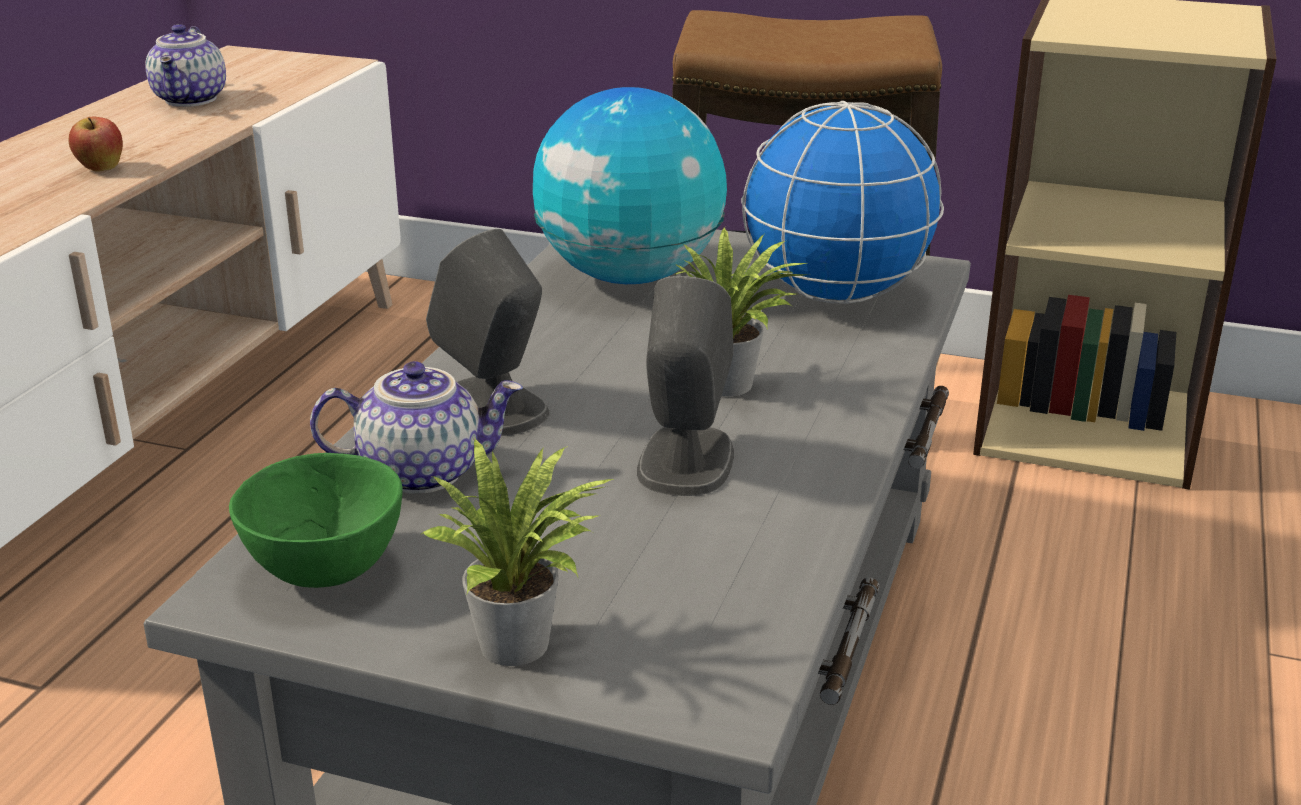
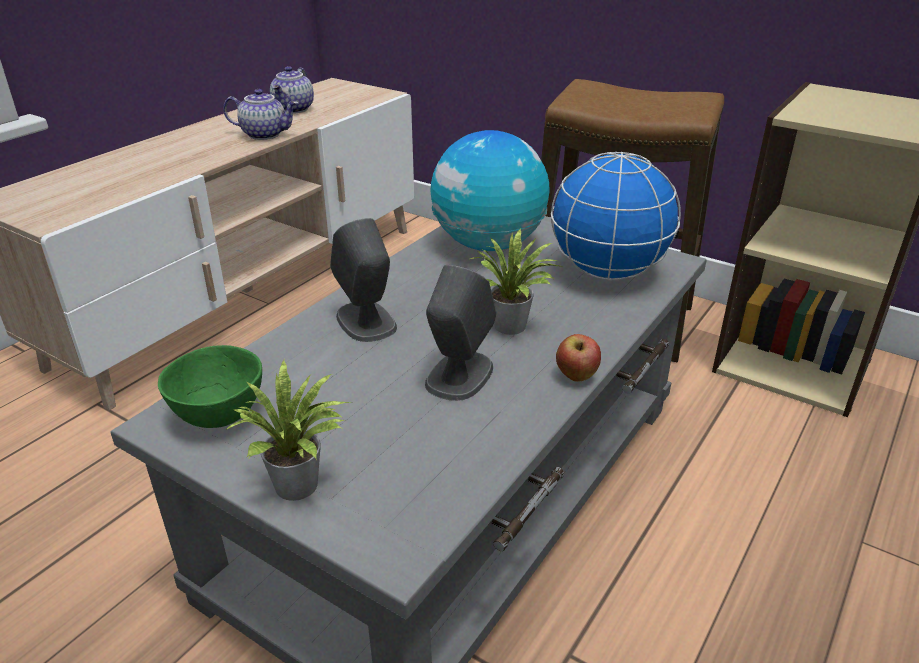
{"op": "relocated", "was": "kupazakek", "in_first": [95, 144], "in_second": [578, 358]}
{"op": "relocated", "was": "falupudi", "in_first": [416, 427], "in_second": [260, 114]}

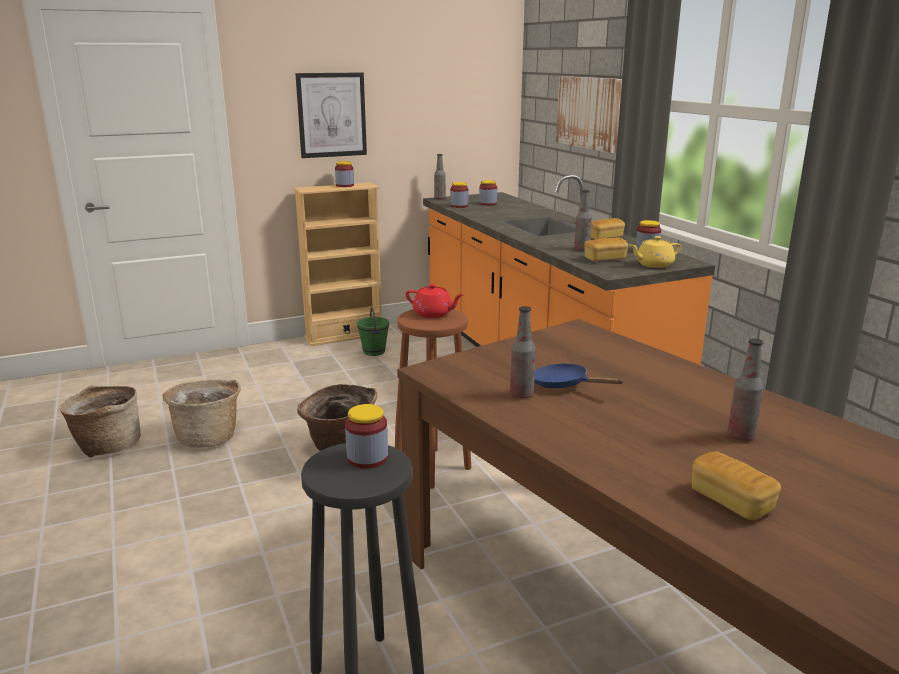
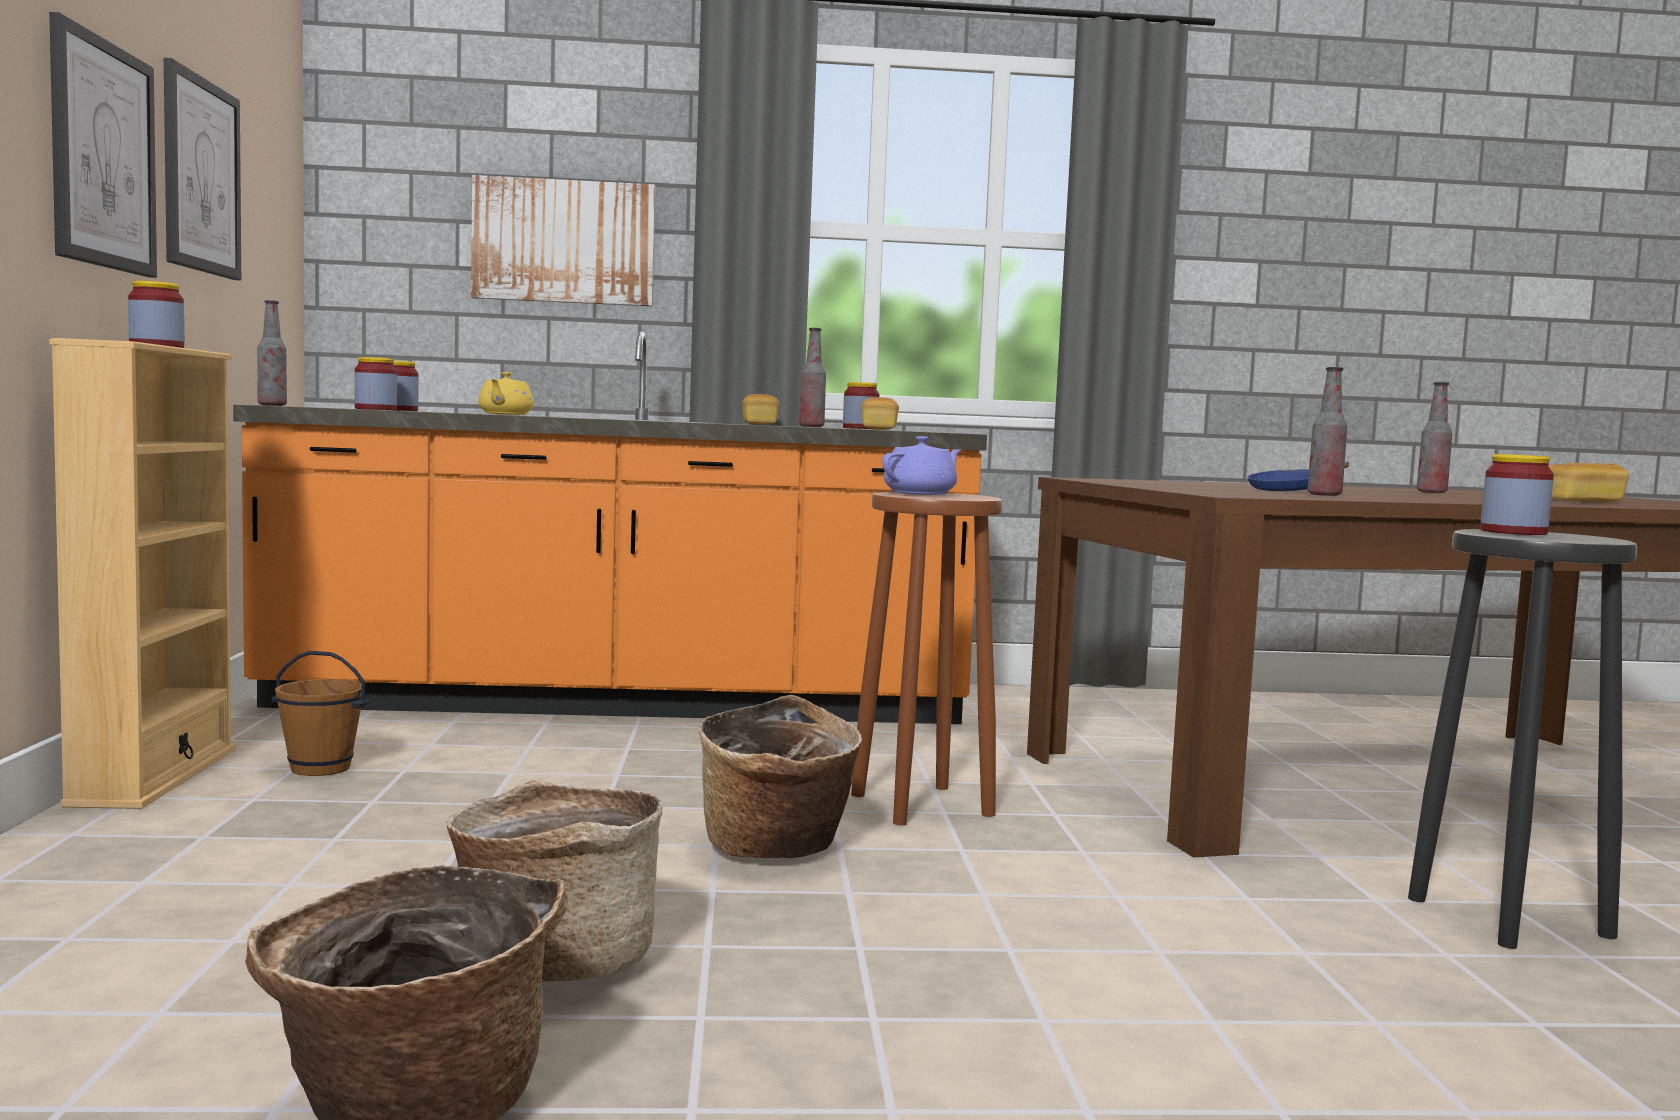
{"op": "relocated", "was": "yellow_falupudi", "in_first": [655, 252], "in_second": [506, 393]}
{"op": "colour", "was": "red_falupudi", "now": "purple_falupudi", "in_first": [434, 301], "in_second": [921, 465]}
{"op": "colour", "was": "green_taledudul", "now": "brown_taledudul", "in_first": [373, 332], "in_second": [320, 713]}
{"op": "appeared", "now": "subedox", "in_second": [202, 169]}

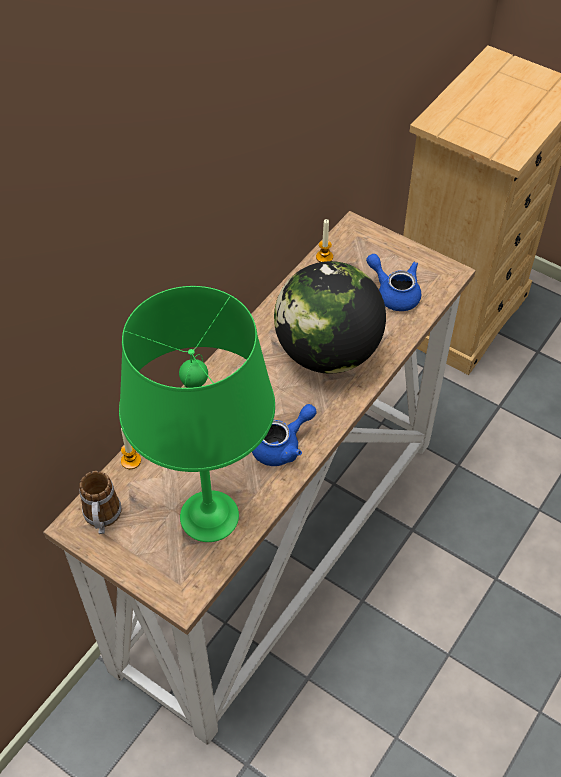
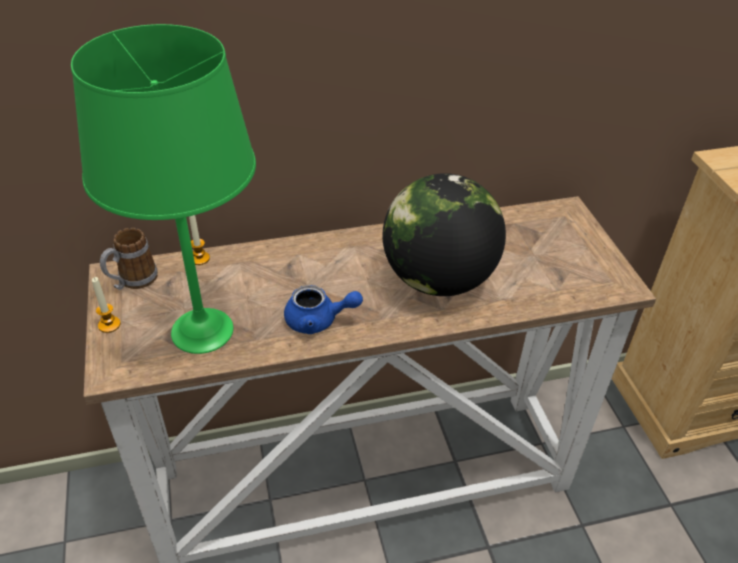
{"op": "relocated", "was": "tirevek", "in_first": [324, 240], "in_second": [106, 305]}
{"op": "missing", "was": "blue_falupudi", "in_first": [393, 282]}

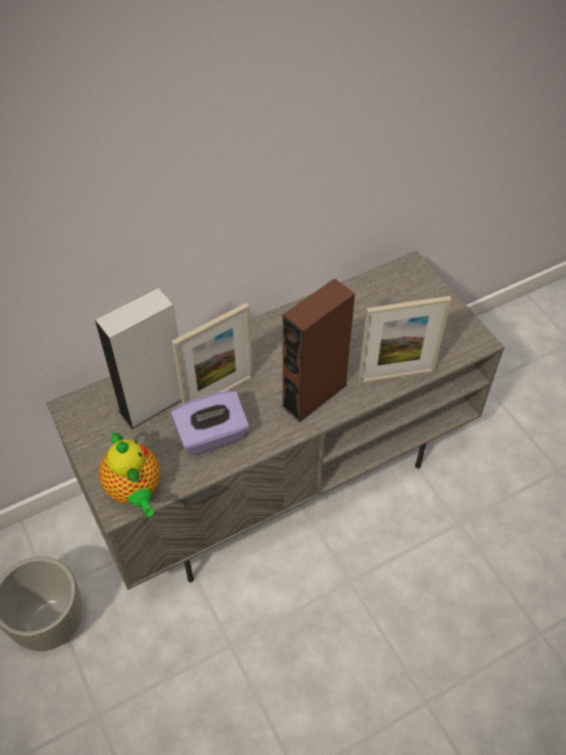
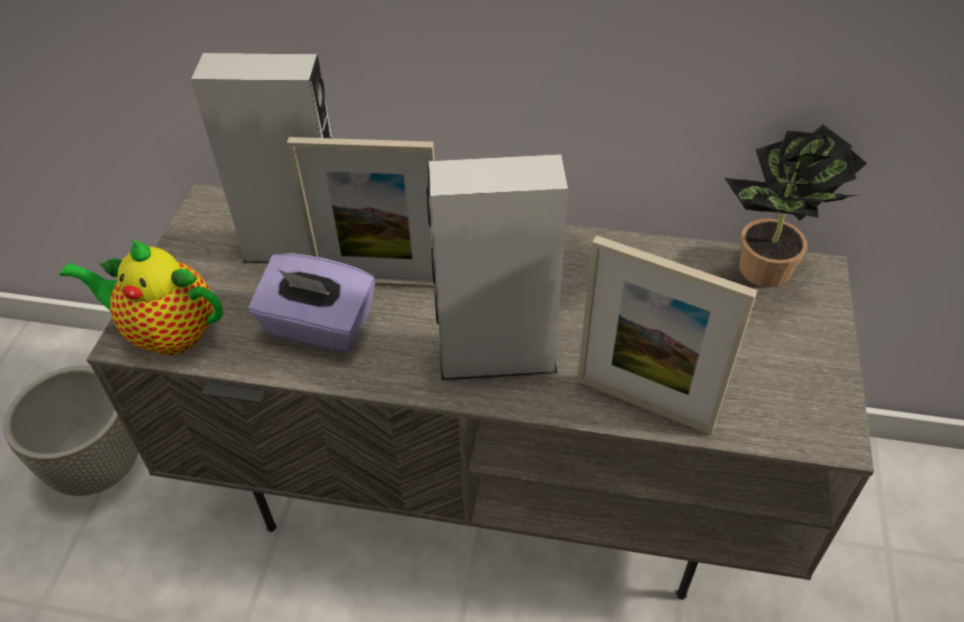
{"op": "colour", "was": "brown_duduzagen", "now": "grey_duduzagen", "in_first": [318, 350], "in_second": [497, 267]}
{"op": "spun", "was": "falupudi", "in_first": [129, 474], "in_second": [141, 297], "clockwise": 90}
{"op": "appeared", "now": "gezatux", "in_second": [795, 206]}

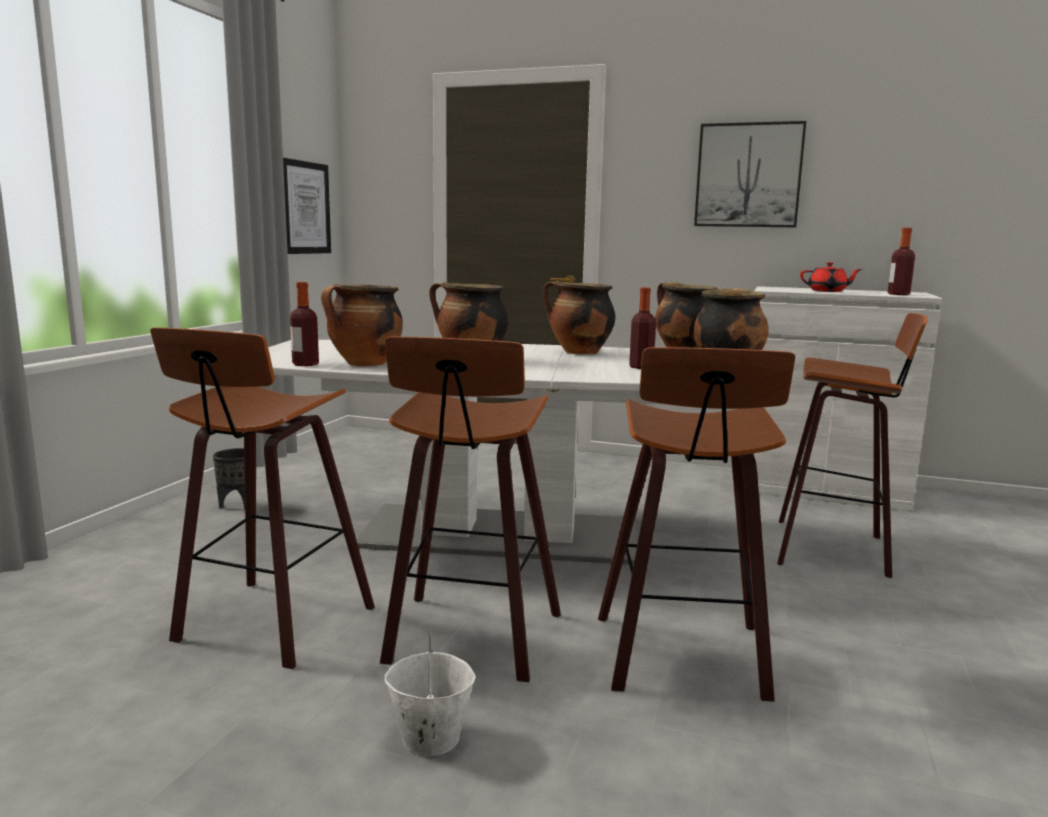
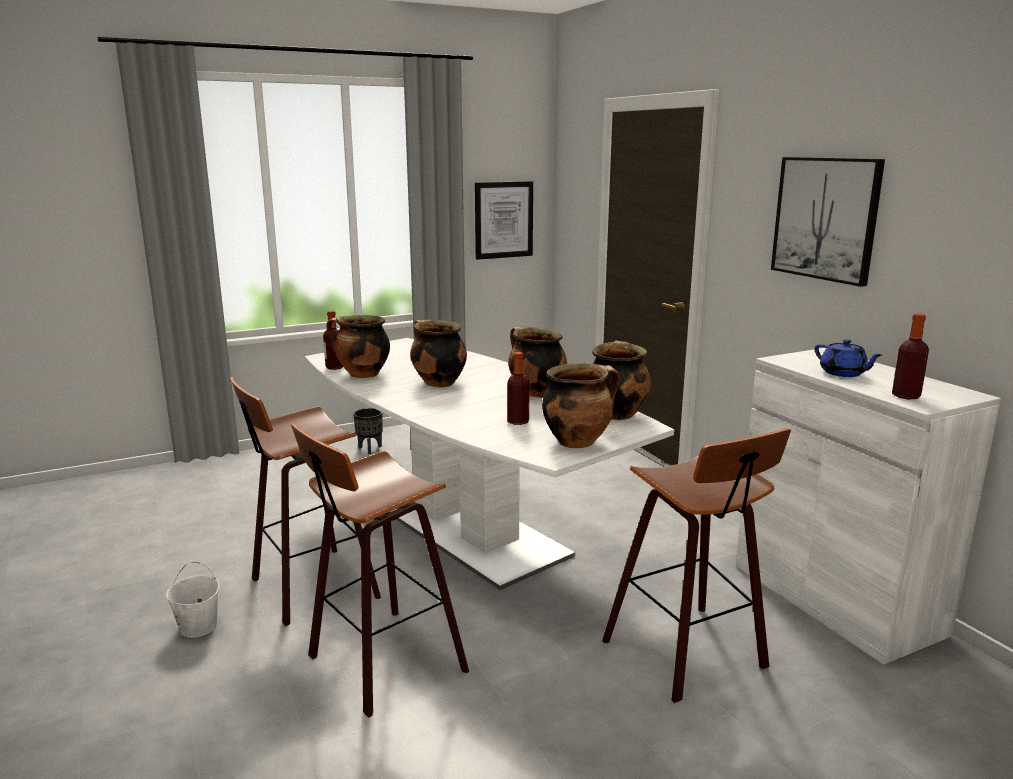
{"op": "colour", "was": "red_falupudi", "now": "blue_falupudi", "in_first": [831, 277], "in_second": [848, 358]}
{"op": "missing", "was": "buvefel", "in_first": [262, 498]}

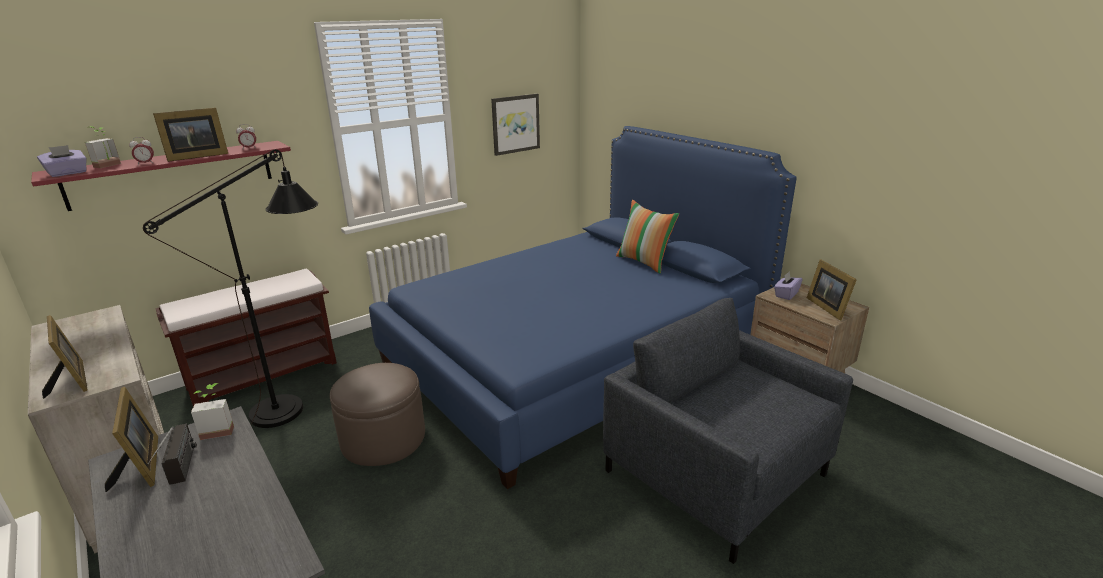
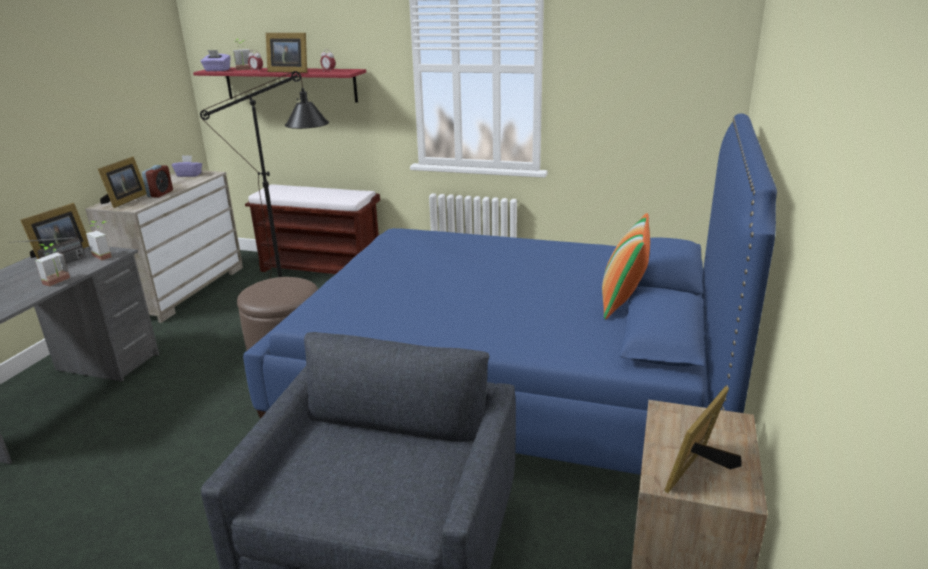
{"op": "missing", "was": "subedox", "in_first": [515, 125]}
{"op": "relocated", "was": "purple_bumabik", "in_first": [788, 285], "in_second": [187, 166]}
{"op": "appeared", "now": "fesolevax", "in_second": [157, 181]}
{"op": "appeared", "now": "gezatux", "in_second": [52, 264]}

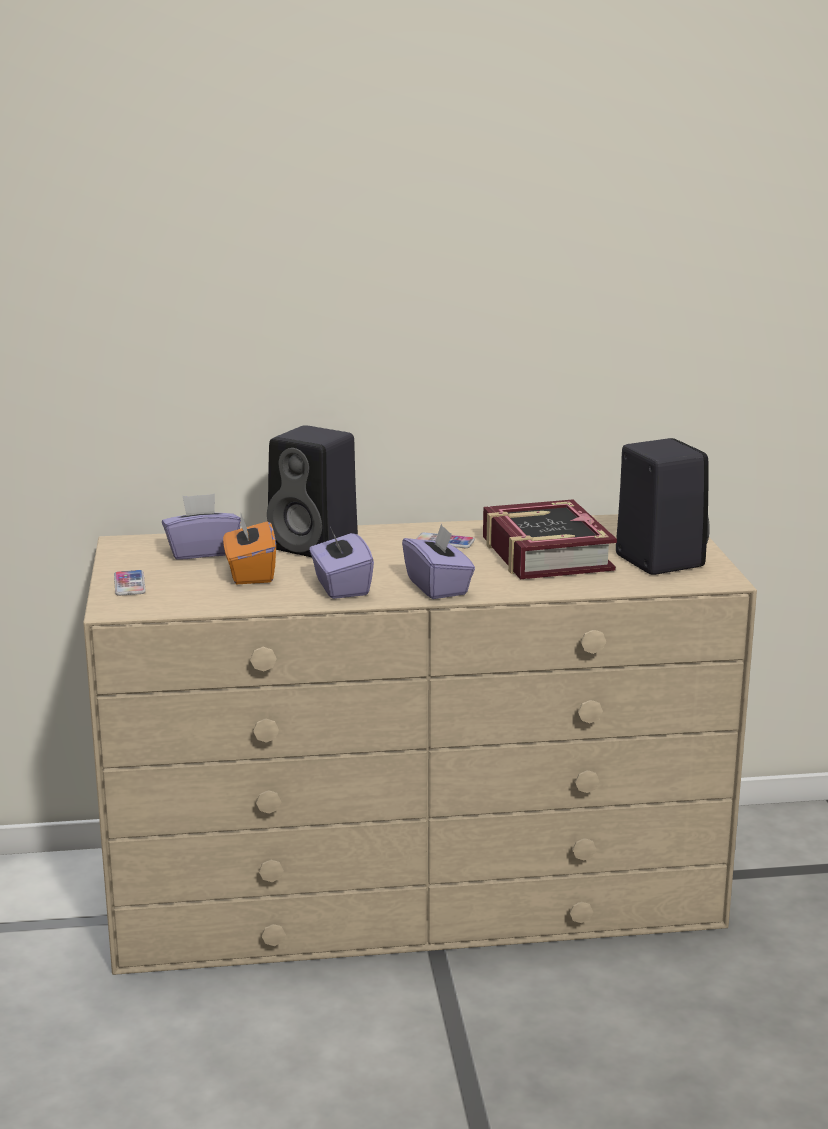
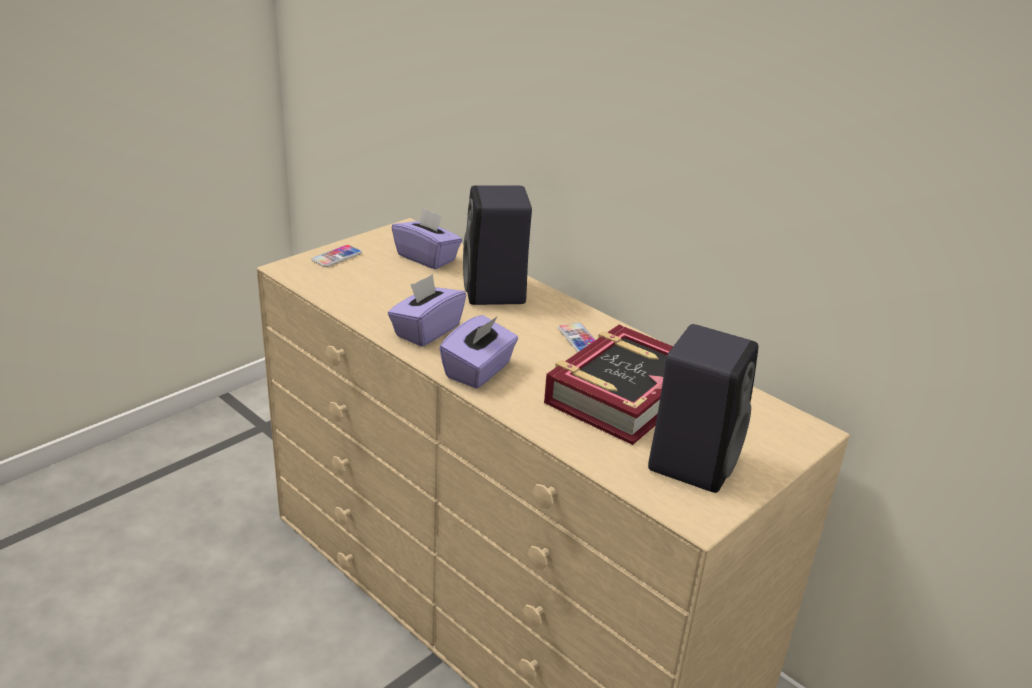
{"op": "missing", "was": "orange_bumabik", "in_first": [249, 548]}

